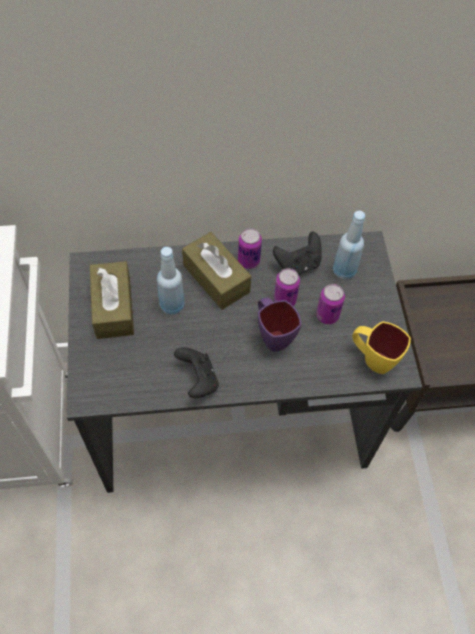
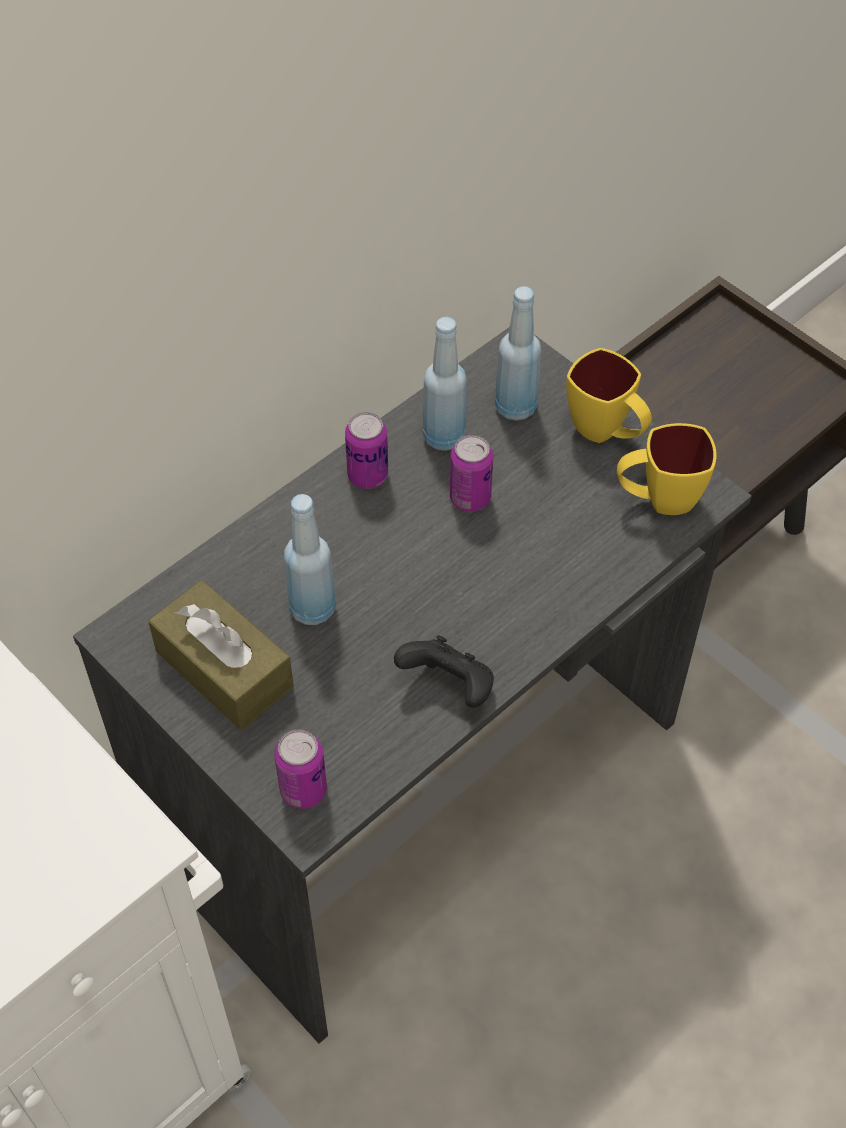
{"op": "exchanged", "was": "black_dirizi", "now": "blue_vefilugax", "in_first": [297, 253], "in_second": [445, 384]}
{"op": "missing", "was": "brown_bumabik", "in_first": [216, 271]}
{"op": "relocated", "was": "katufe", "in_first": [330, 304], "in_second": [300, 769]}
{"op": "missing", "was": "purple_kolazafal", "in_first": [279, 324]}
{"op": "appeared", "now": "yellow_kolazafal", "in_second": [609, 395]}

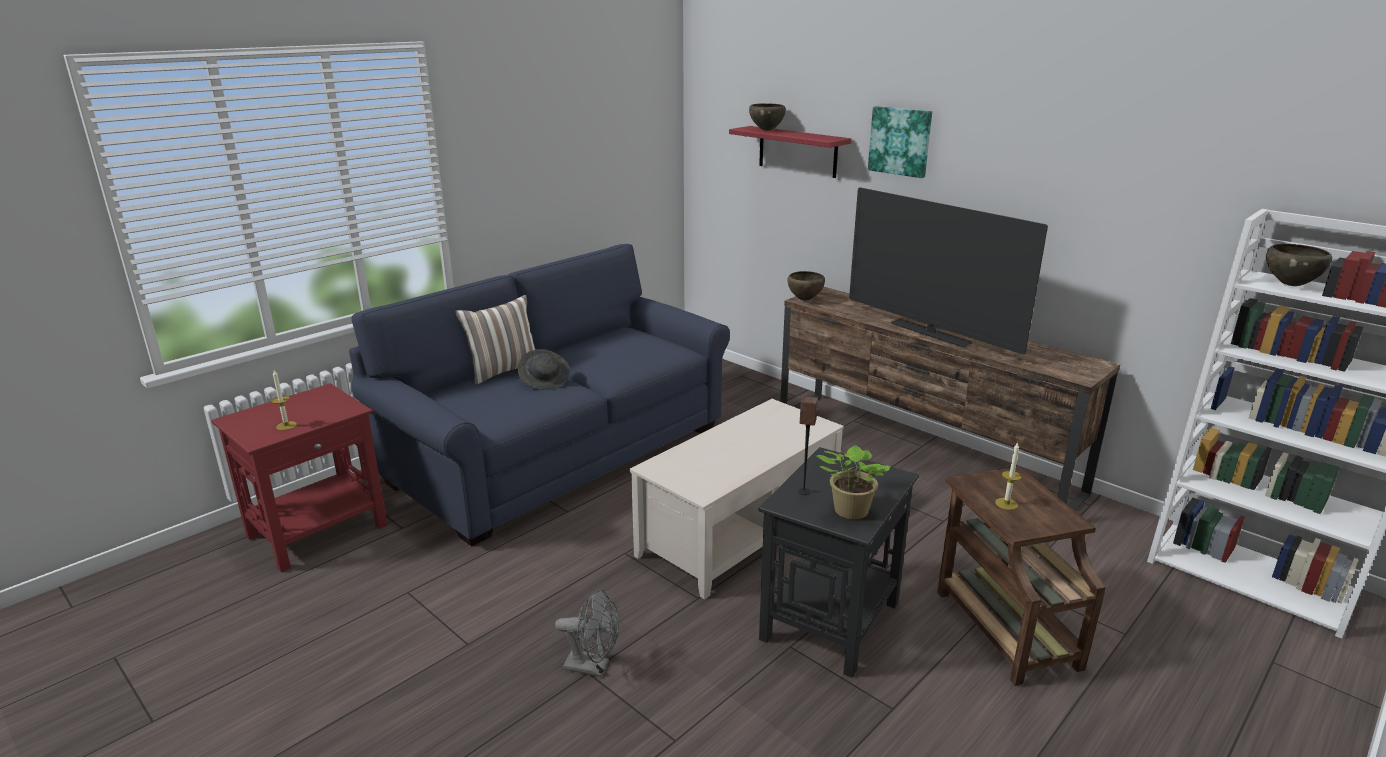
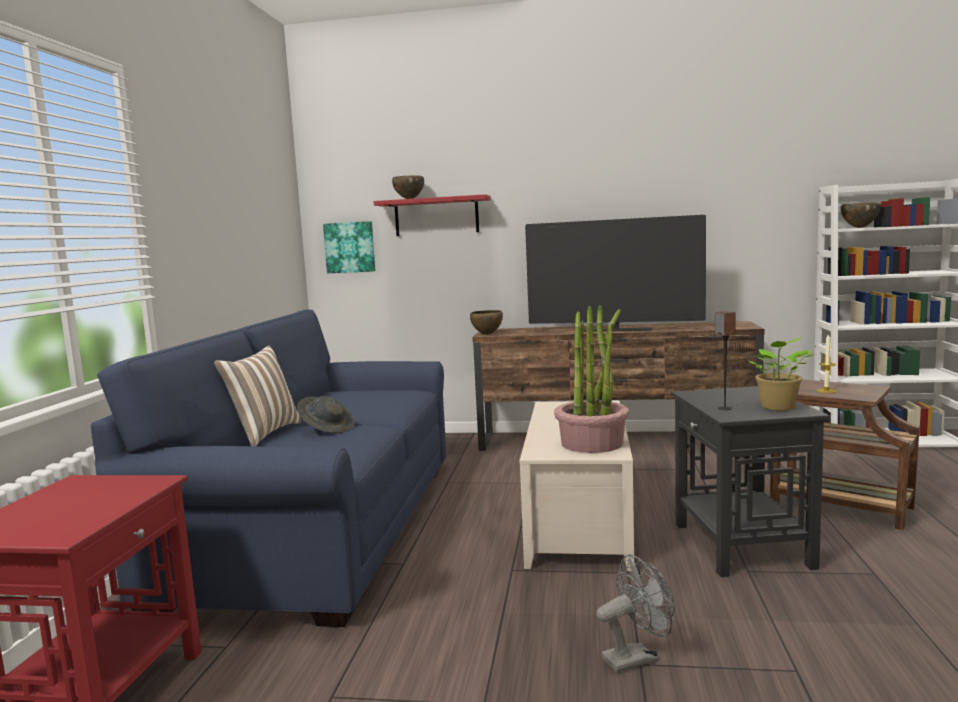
{"op": "relocated", "was": "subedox", "in_first": [900, 142], "in_second": [349, 247]}
{"op": "missing", "was": "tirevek", "in_first": [284, 400]}
{"op": "appeared", "now": "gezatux", "in_second": [591, 379]}

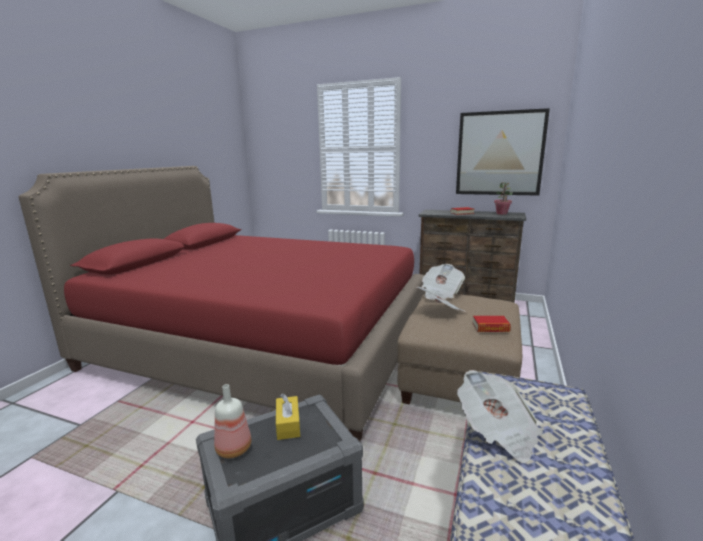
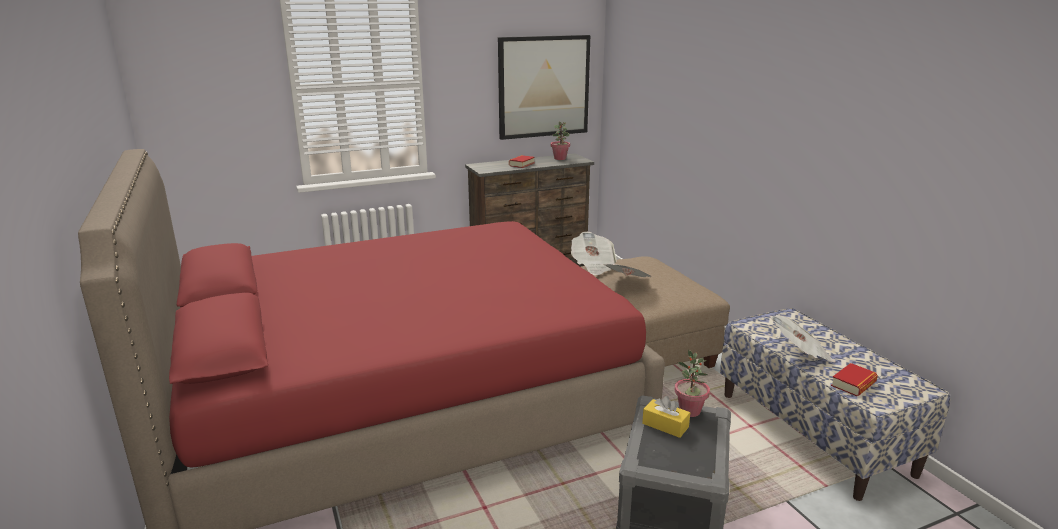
{"op": "relocated", "was": "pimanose", "in_first": [492, 324], "in_second": [854, 379]}
{"op": "missing", "was": "vefilugax", "in_first": [232, 421]}
{"op": "appeared", "now": "gezatux", "in_second": [692, 383]}

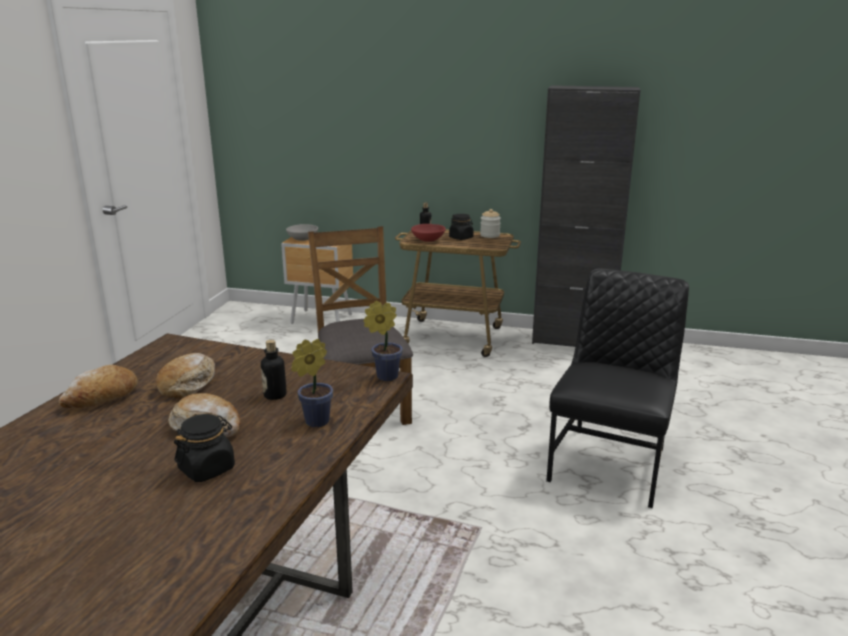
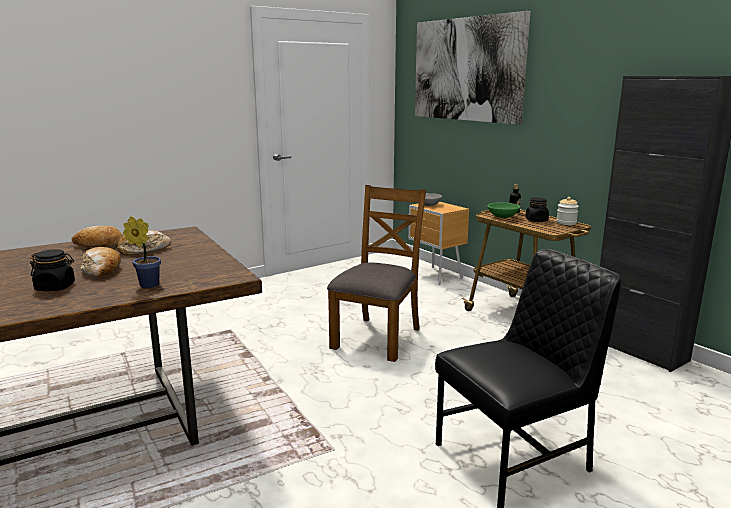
{"op": "colour", "was": "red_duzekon", "now": "green_duzekon", "in_first": [428, 233], "in_second": [503, 210]}
{"op": "missing", "was": "gezatux", "in_first": [383, 341]}
{"op": "missing", "was": "vefilugax", "in_first": [274, 370]}
{"op": "appeared", "now": "subedox", "in_second": [472, 68]}

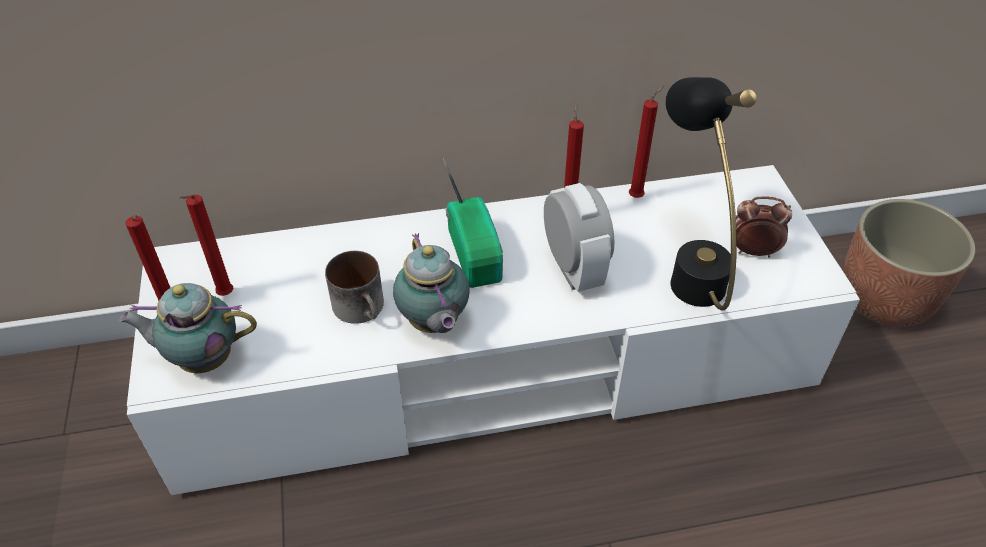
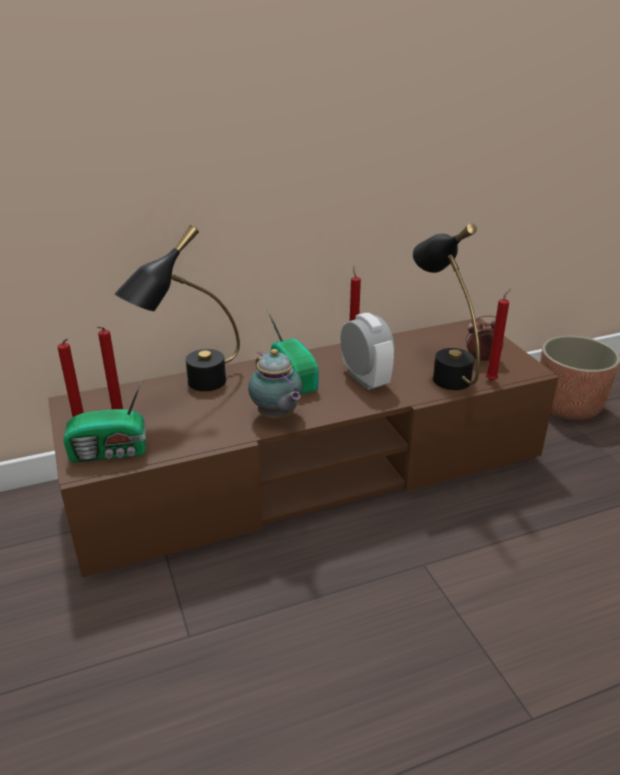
{"op": "relocated", "was": "red_tirevek", "in_first": [646, 142], "in_second": [498, 334]}
{"op": "colour", "was": "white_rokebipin", "now": "brown_rokebipin", "in_first": [493, 330], "in_second": [303, 447]}
{"op": "missing", "was": "kolazafal", "in_first": [354, 287]}
{"op": "exchanged", "was": "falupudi", "now": "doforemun", "in_first": [188, 328], "in_second": [104, 420]}
{"op": "appeared", "now": "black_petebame", "in_second": [177, 308]}

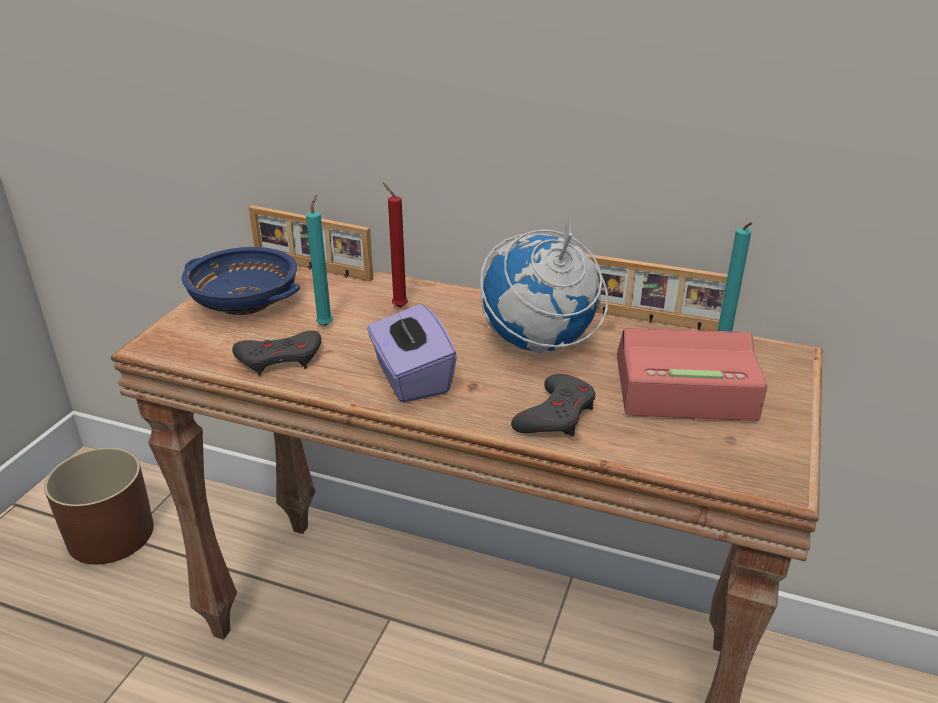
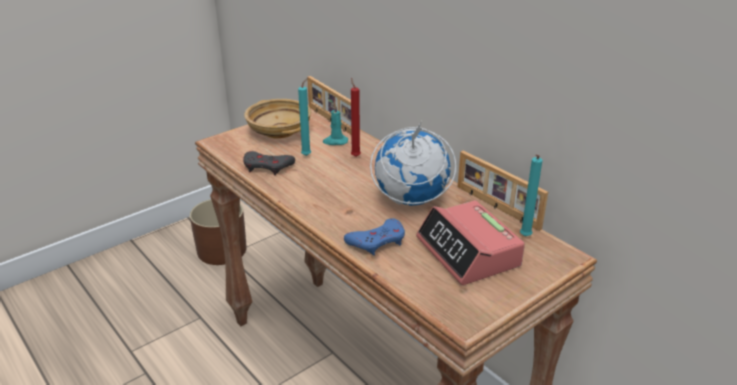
{"op": "colour", "was": "blue_duzekon", "now": "beige_duzekon", "in_first": [241, 281], "in_second": [277, 119]}
{"op": "missing", "was": "purple_bumabik", "in_first": [412, 352]}
{"op": "spun", "was": "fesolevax", "in_first": [692, 374], "in_second": [470, 242], "clockwise": -150}
{"op": "colour", "was": "grey_dirizi", "now": "blue_dirizi", "in_first": [553, 405], "in_second": [374, 236]}
{"op": "appeared", "now": "turquoise_tirevek", "in_second": [335, 124]}

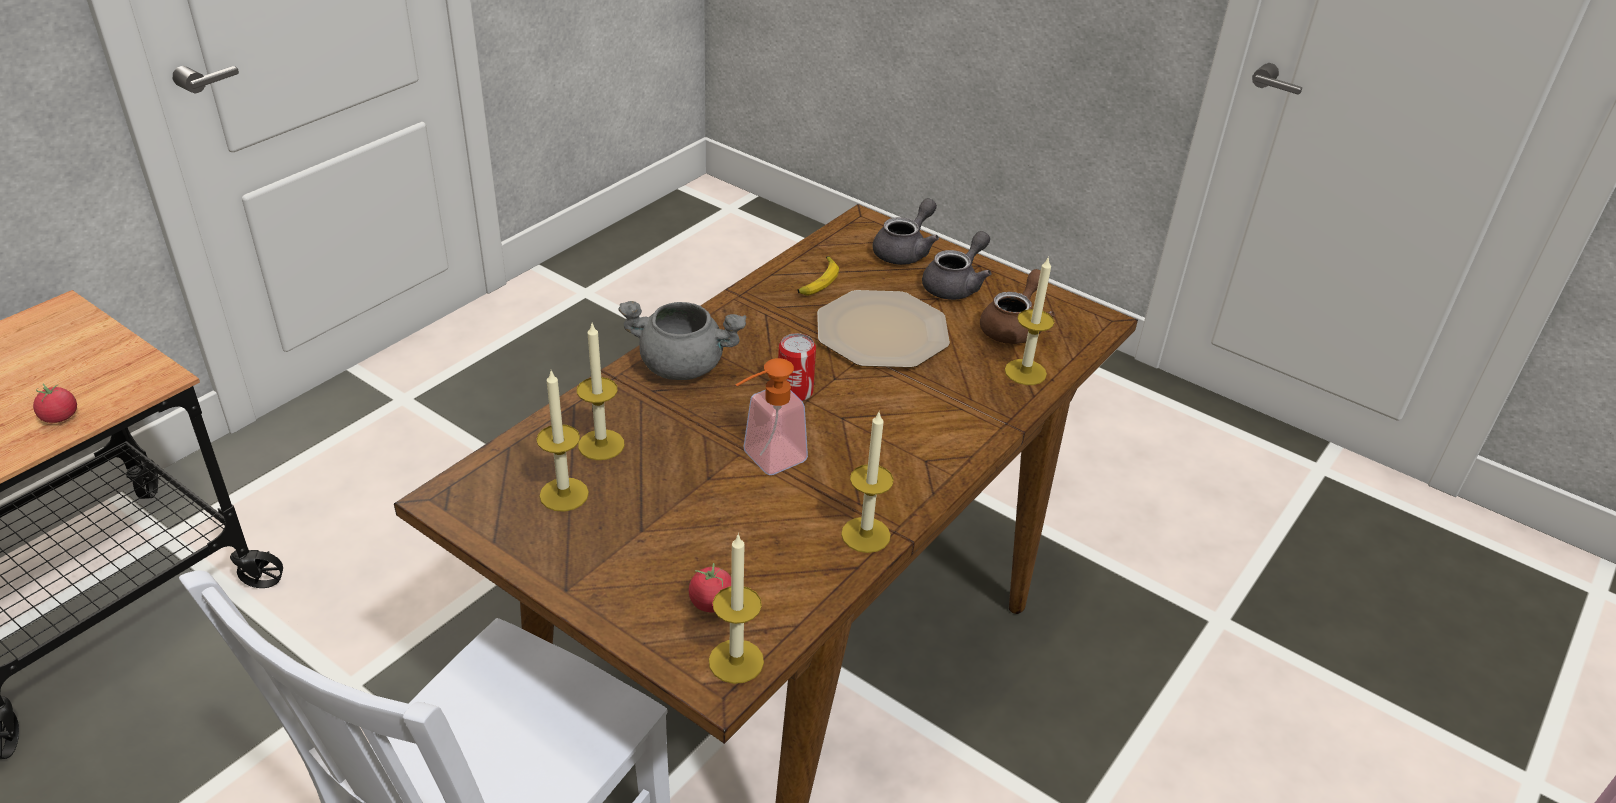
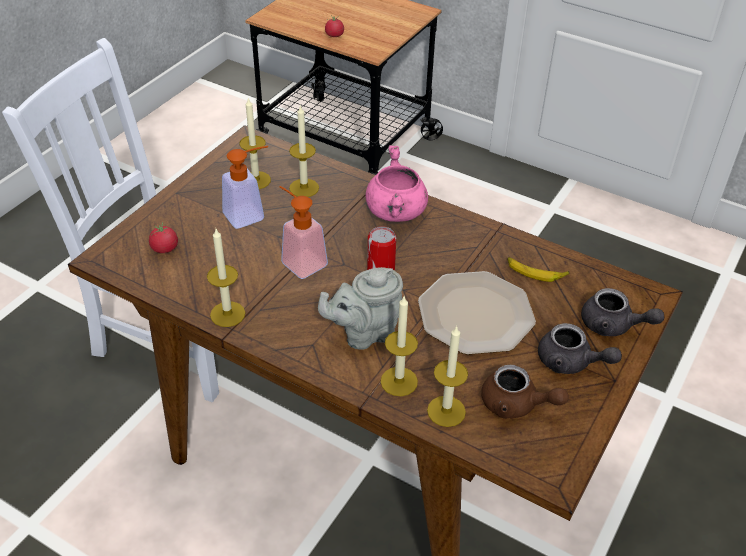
{"op": "colour", "was": "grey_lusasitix", "now": "pink_lusasitix", "in_first": [682, 340], "in_second": [397, 183]}
{"op": "relocated", "was": "tirevek", "in_first": [736, 608], "in_second": [399, 345]}
{"op": "appeared", "now": "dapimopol", "in_second": [245, 187]}
{"op": "appeared", "now": "grey_falupudi", "in_second": [360, 308]}

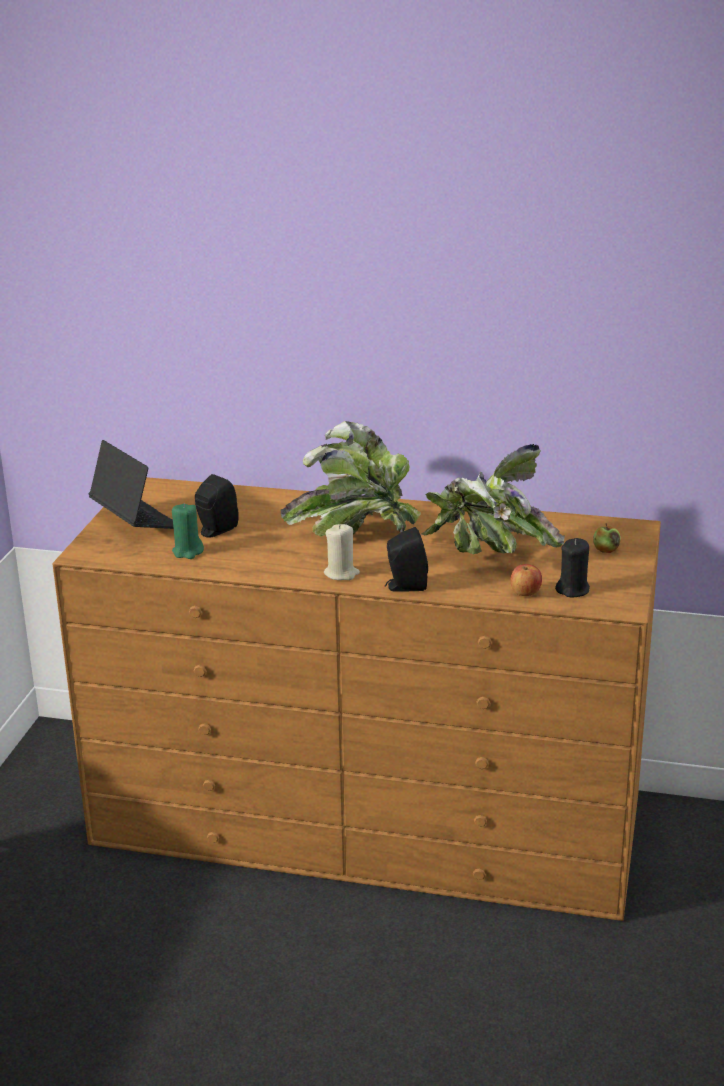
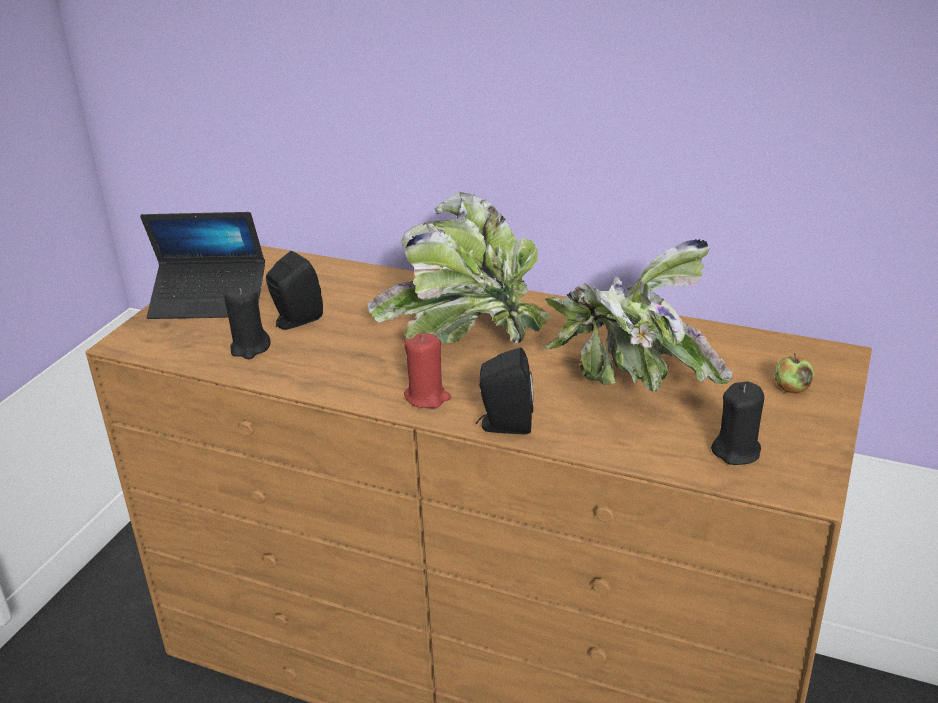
{"op": "spun", "was": "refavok", "in_first": [131, 484], "in_second": [202, 265], "clockwise": 120}
{"op": "colour", "was": "green_tirevek", "now": "black_tirevek", "in_first": [188, 531], "in_second": [247, 323]}
{"op": "colour", "was": "beige_tirevek", "now": "red_tirevek", "in_first": [342, 552], "in_second": [427, 370]}
{"op": "missing", "was": "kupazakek", "in_first": [526, 580]}

